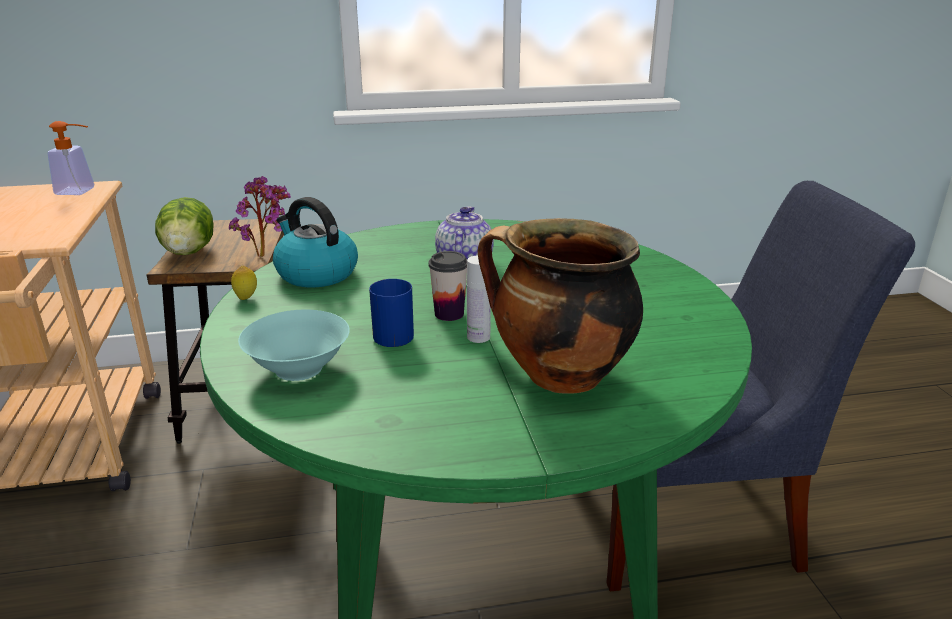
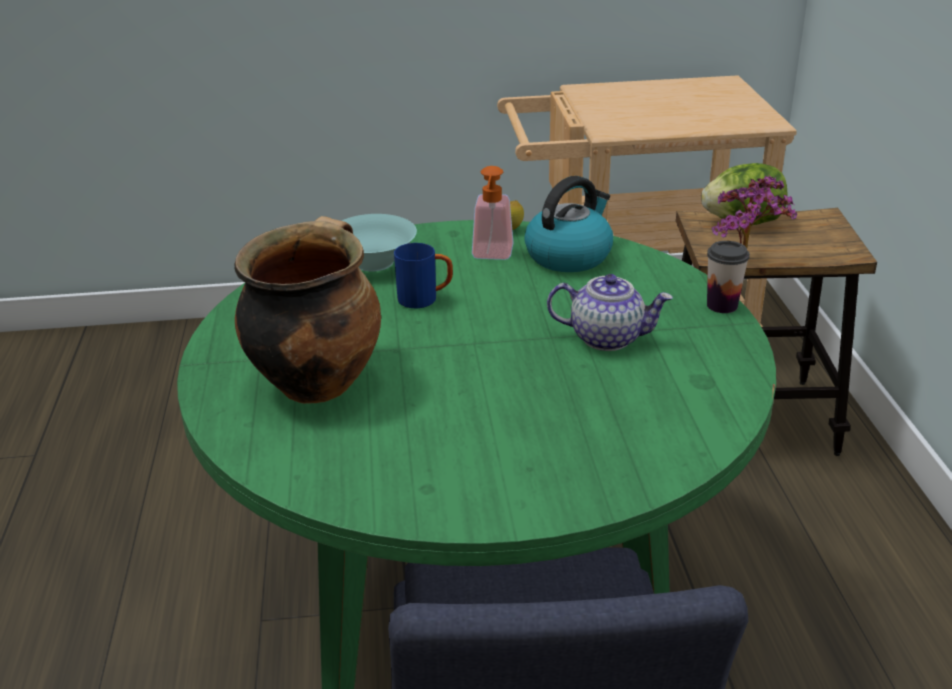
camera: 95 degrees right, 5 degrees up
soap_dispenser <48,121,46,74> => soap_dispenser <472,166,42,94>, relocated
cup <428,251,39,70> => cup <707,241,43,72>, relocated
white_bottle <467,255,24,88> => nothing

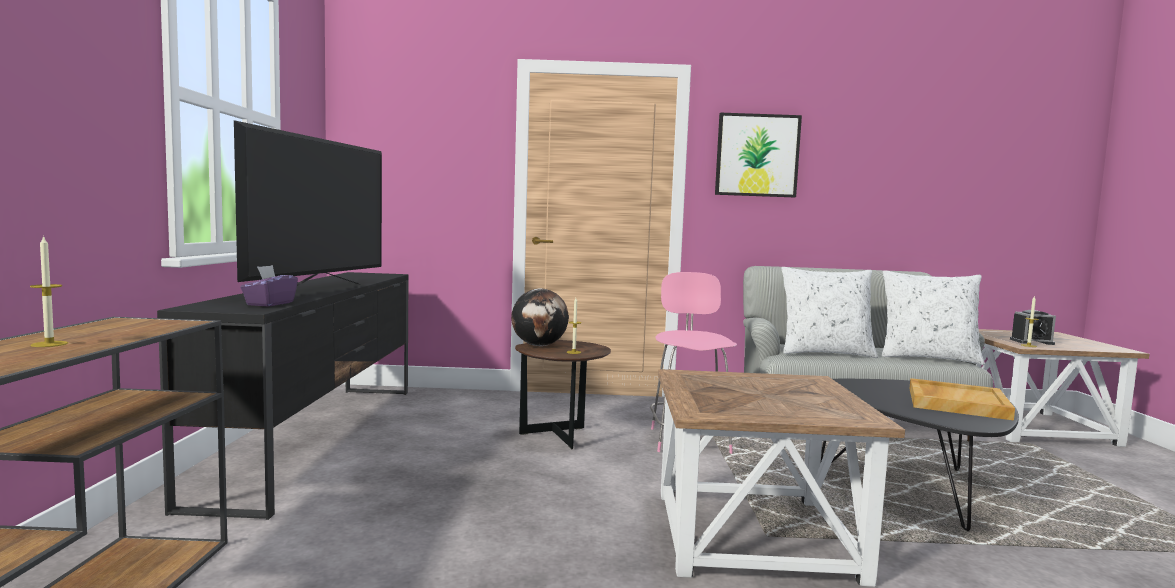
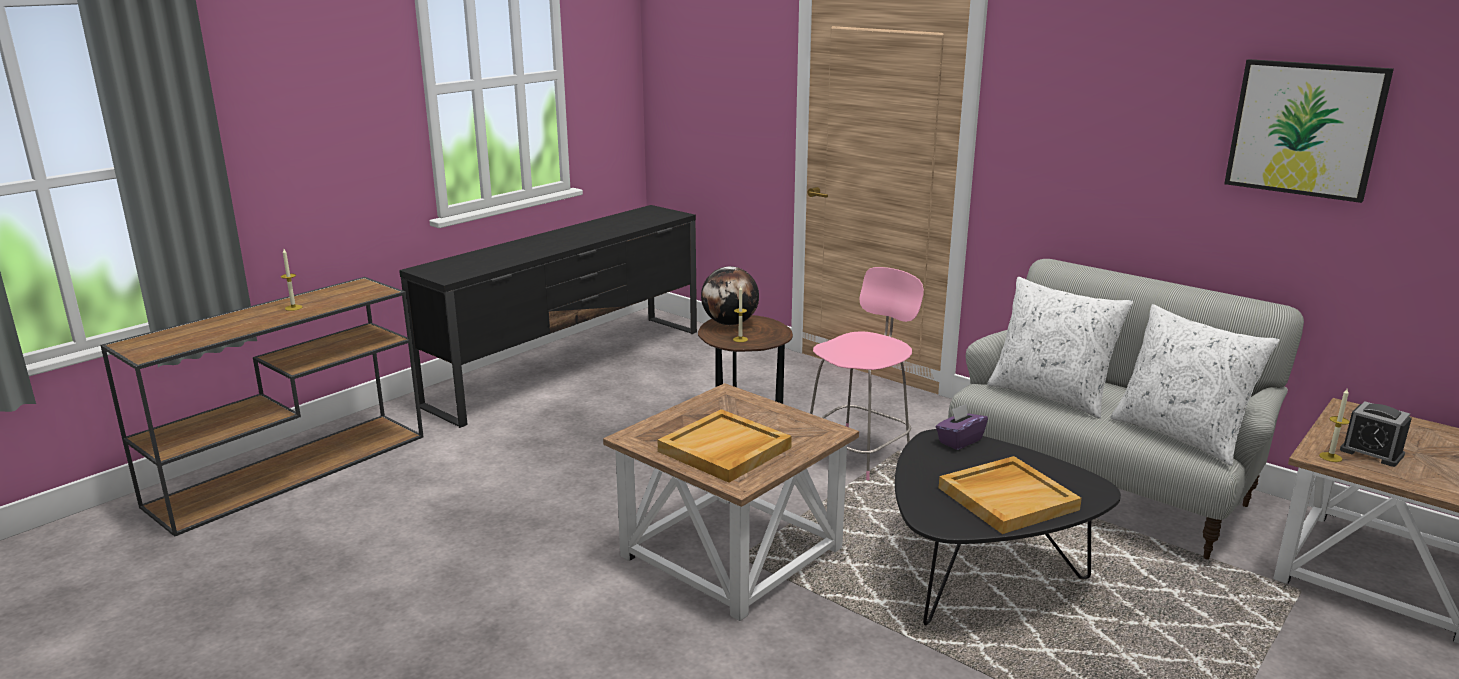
camera: 40 degrees right, 15 degrees up
picture <715,113,87,85> => picture <1224,59,170,144>, relocated
television <234,120,148,166> => nothing
purple_tissue_box <240,265,58,41> => purple_tissue_box <936,404,52,46>, relocated
nothing => beige_tray <658,409,134,74>

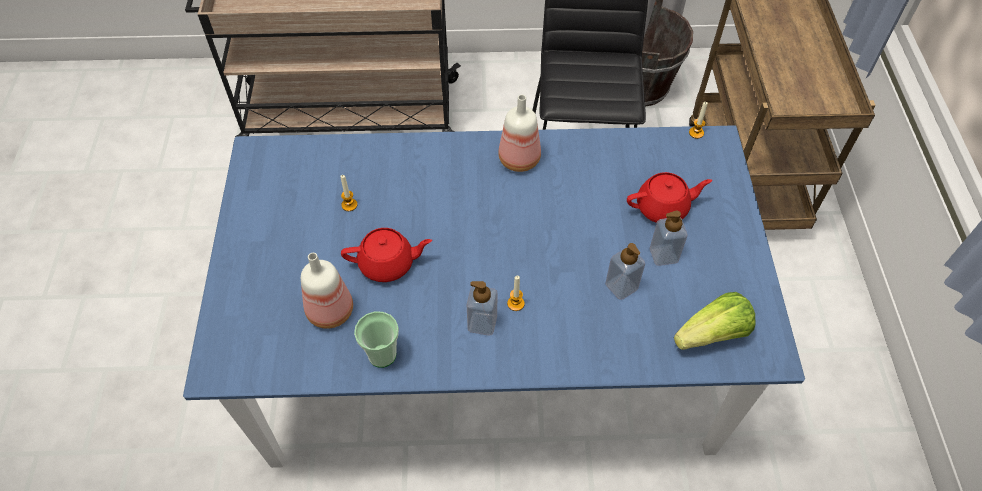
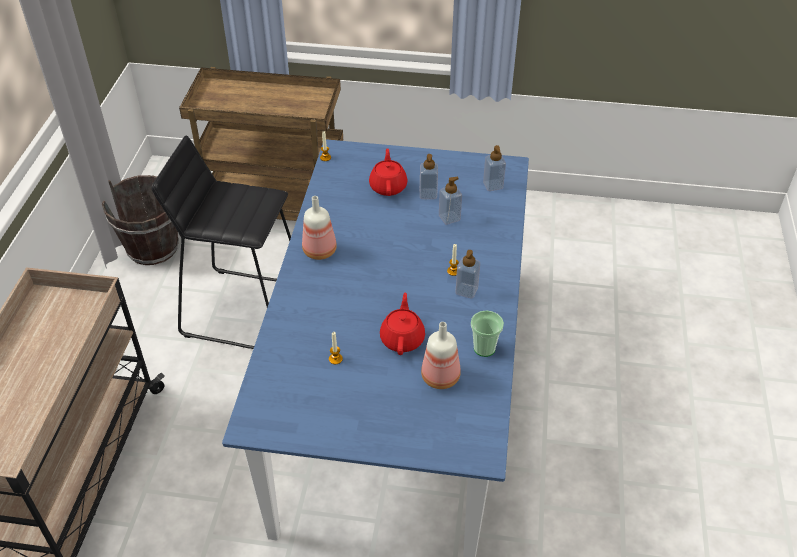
camera: 80 degrees left, 10 degrees down
lettuce <674,292,82,58> => soap_dispenser <483,145,23,46>

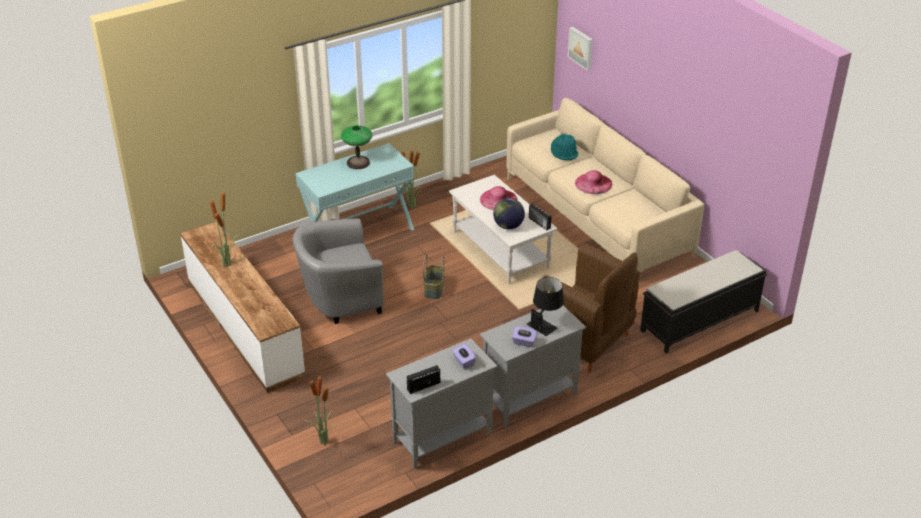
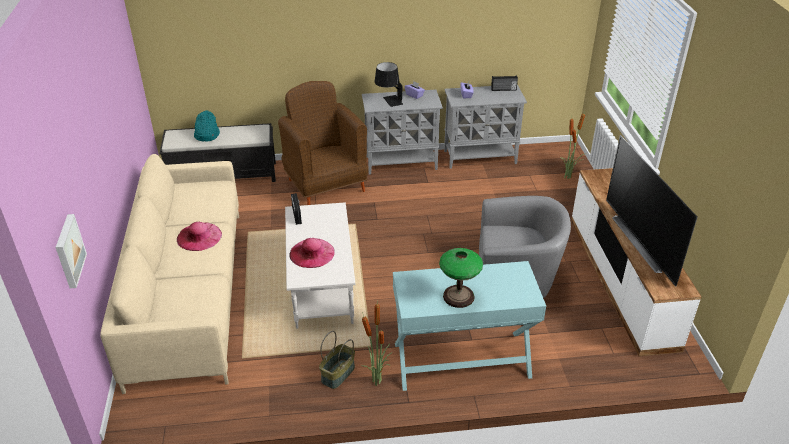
camera: 155 degrees left, 0 degrees up
turquoise_hat <551,133,27,27> => turquoise_hat <194,110,26,31>, relocated
potted_plant <210,192,30,75> => television <606,135,91,152>
globe <493,198,32,31> => nothing
basket <423,255,21,44> => basket <319,331,36,58>, relocated

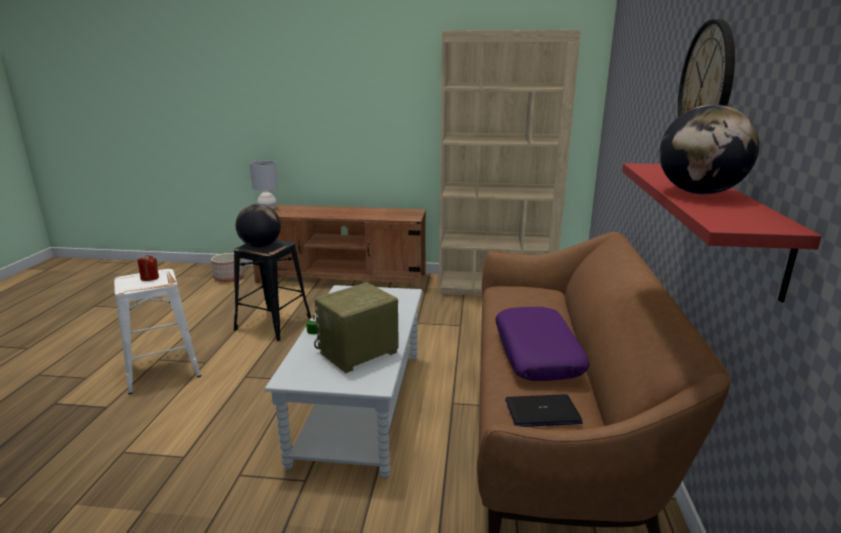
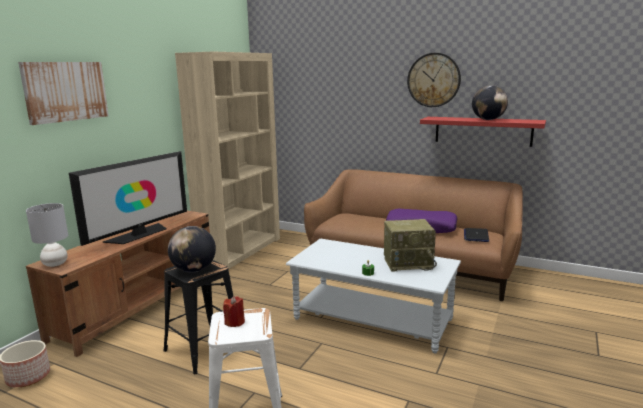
camera: 70 degrees left, 5 degrees down
radio <314,283,85,90> => radio <384,219,53,53>, 75 degrees counterclockwise
nothing => picture <18,62,91,63>
nothing => television <69,151,118,95>

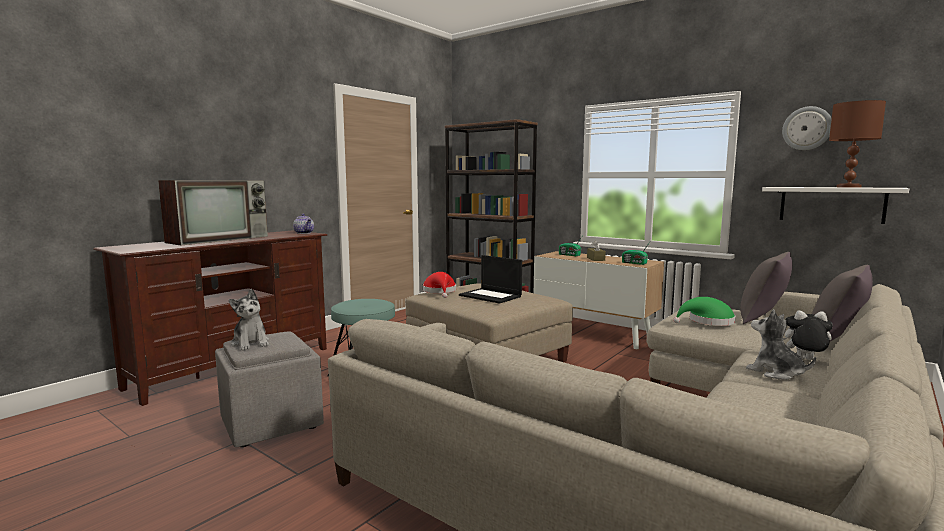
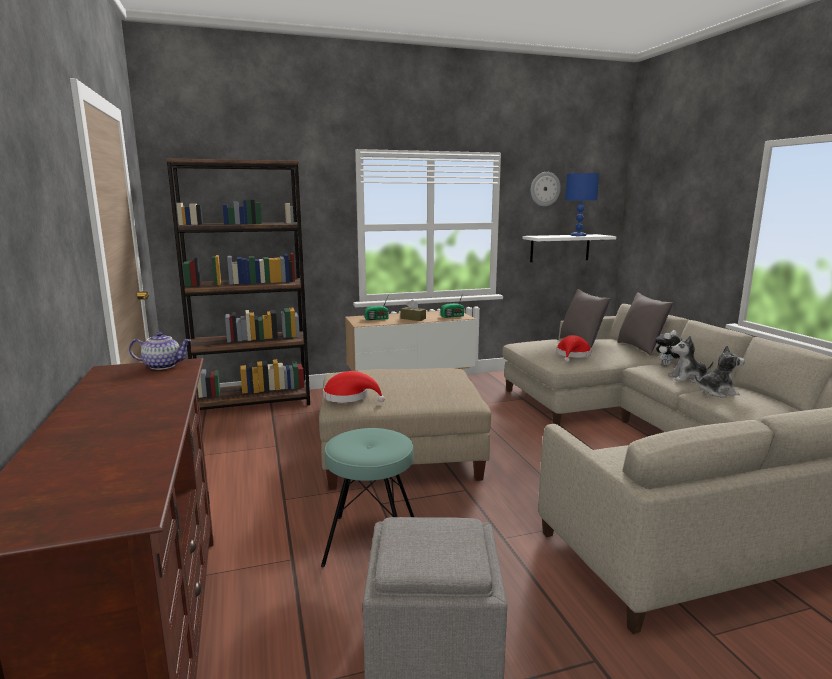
camera: 55 degrees left, 5 degrees up
brown_table_lamp <829,100,57,88> => blue_table_lamp <565,173,34,63>
television <158,180,110,65> => nothing
laptop <459,255,63,49> => nothing
plush_toy <229,289,40,61> => plush_toy <694,345,51,53>, relocated
green_hat <673,297,63,29> => red_hat <556,335,35,28>

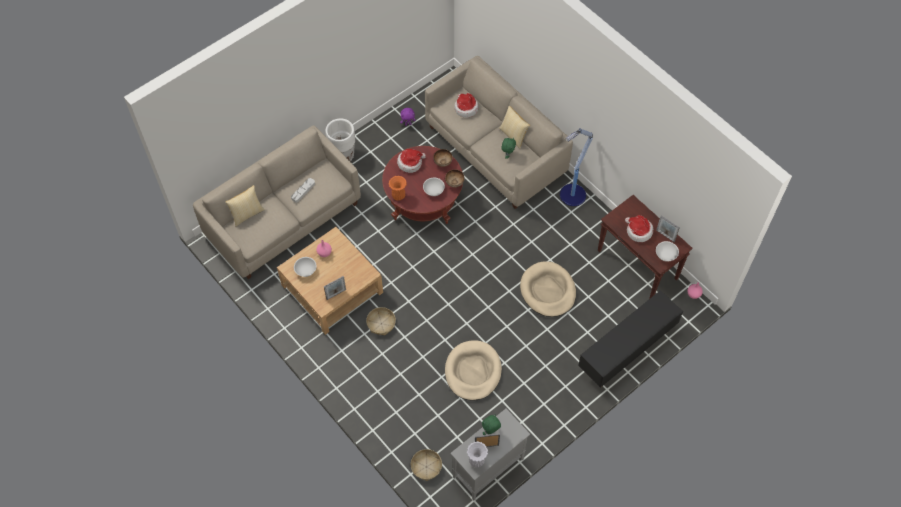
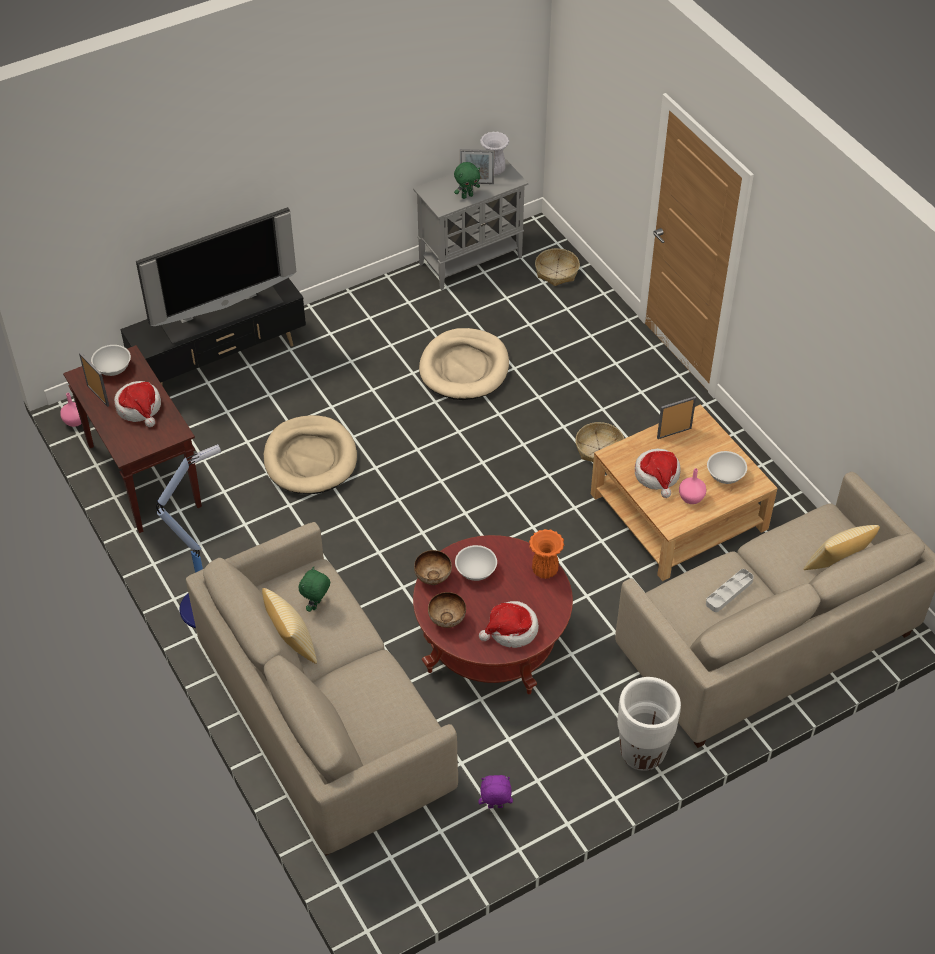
camera: 170 degrees left, 10 degrees down
hat <455,93,24,25> => hat <635,449,46,49>, relocated
nothing => television <136,207,160,137>

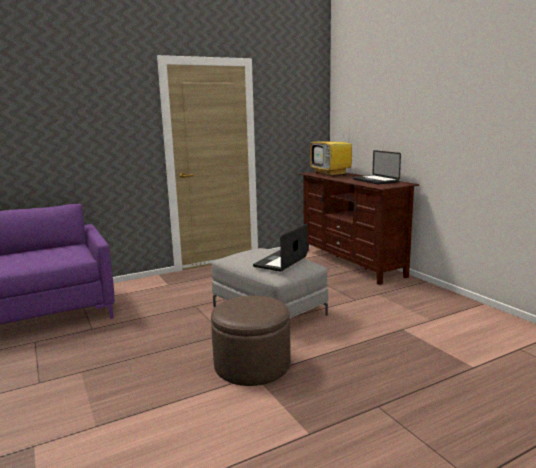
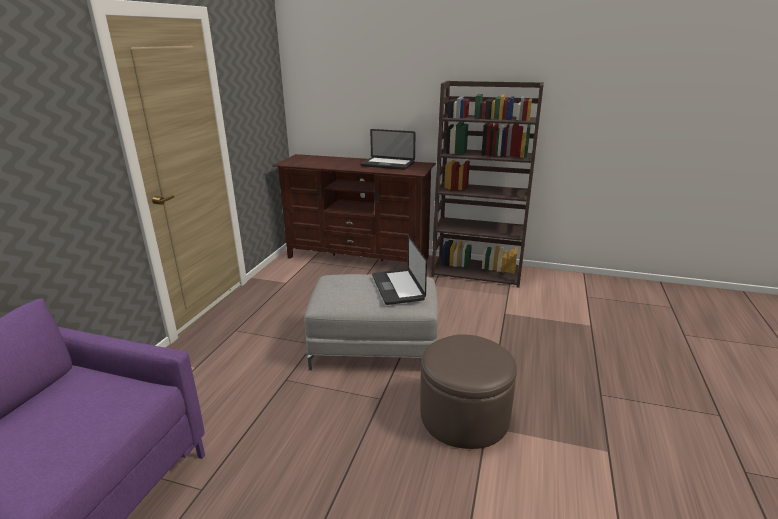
camera: 45 degrees left, 10 degrees up
television <310,127,42,49> => nothing
nothing => brown_bookcase <431,81,113,207>

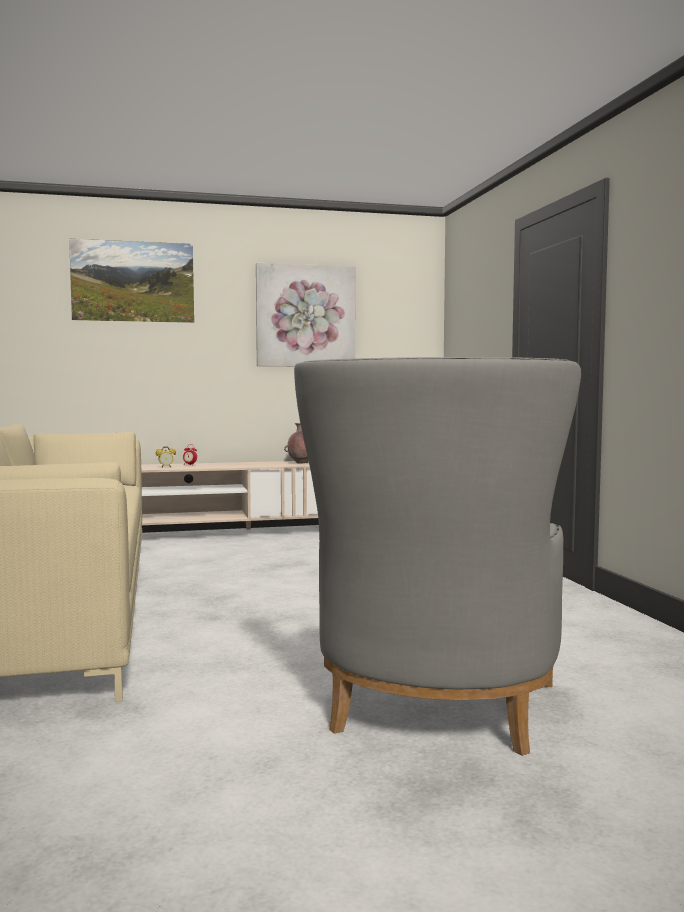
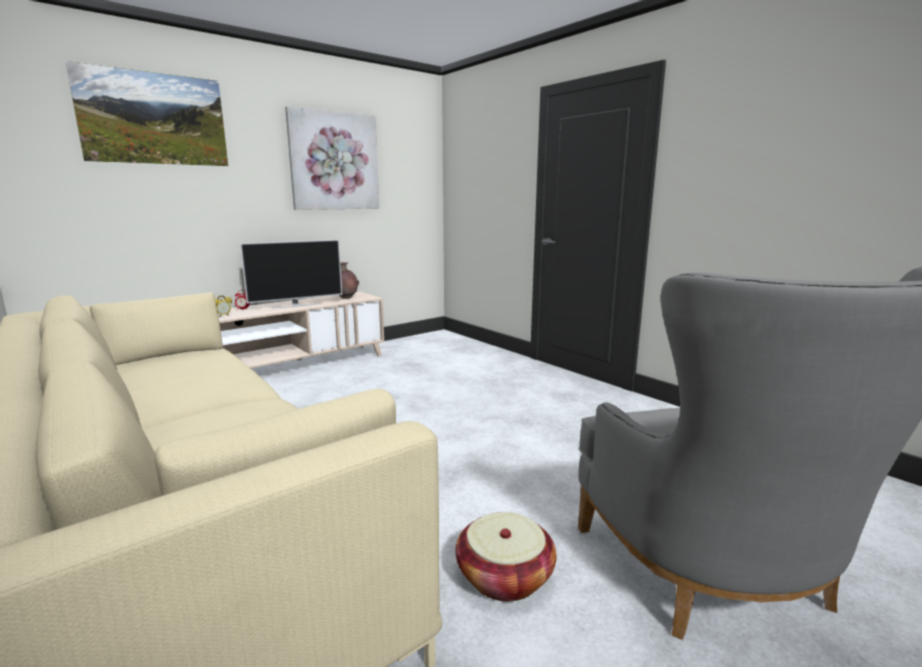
camera: 25 degrees left, 10 degrees up
nothing => television <240,240,102,69>
nothing => basket <456,512,100,89>

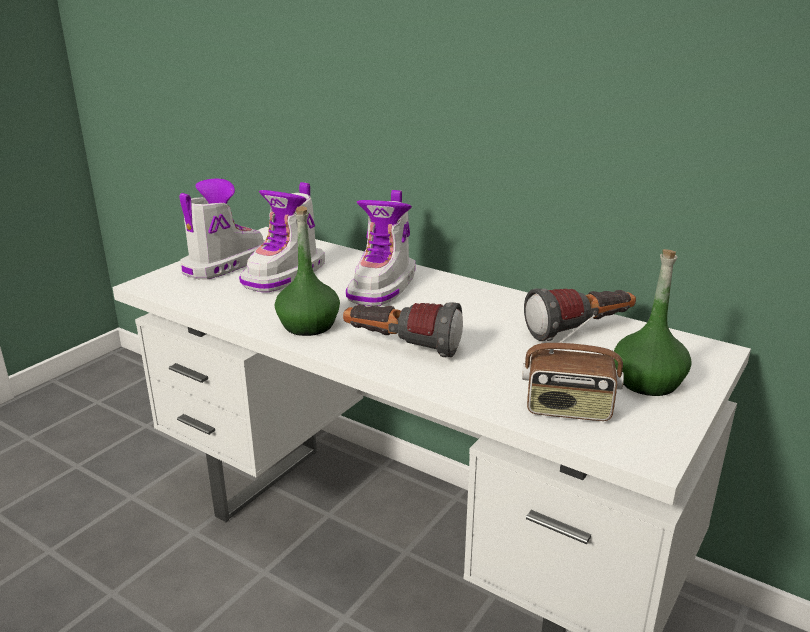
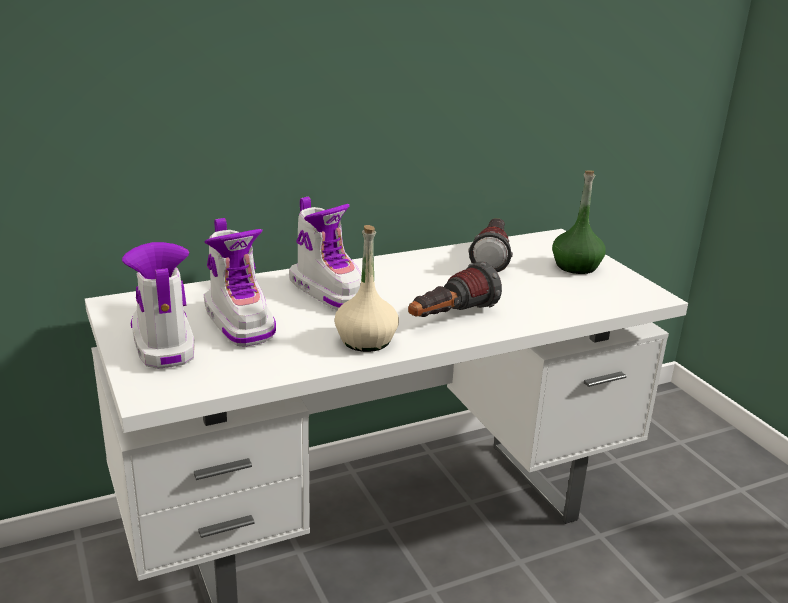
camera: 60 degrees left, 0 degrees up
green_bottle <275,206,65,130> => beige_bottle <334,225,65,127>
radio <522,315,102,106> => nothing

